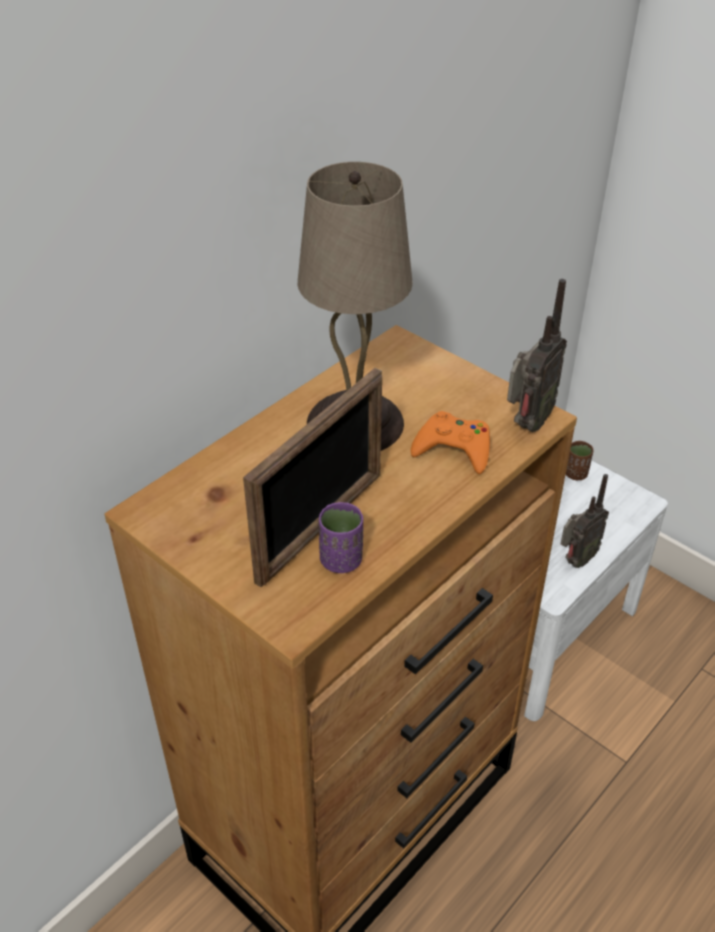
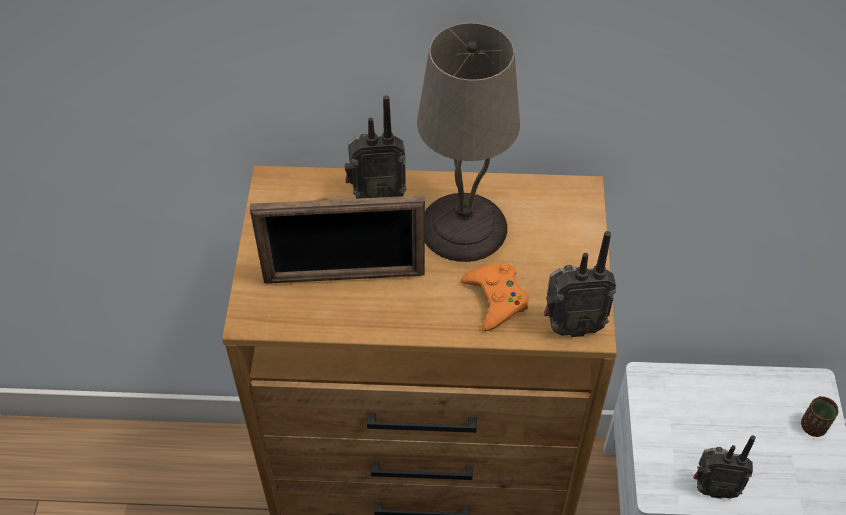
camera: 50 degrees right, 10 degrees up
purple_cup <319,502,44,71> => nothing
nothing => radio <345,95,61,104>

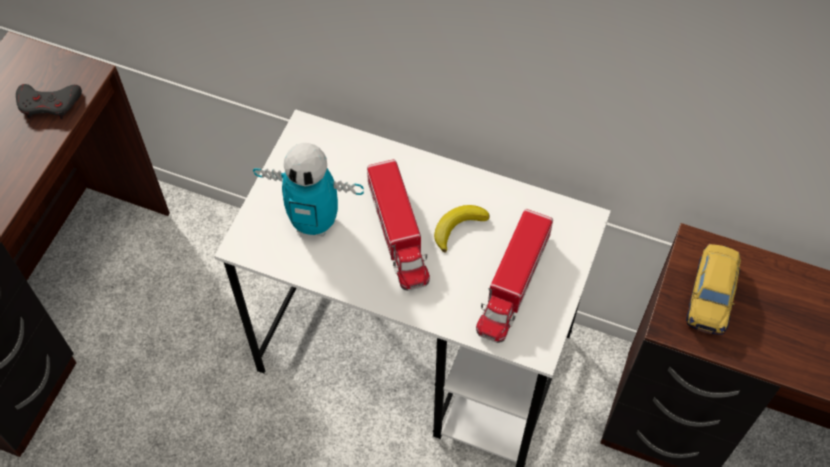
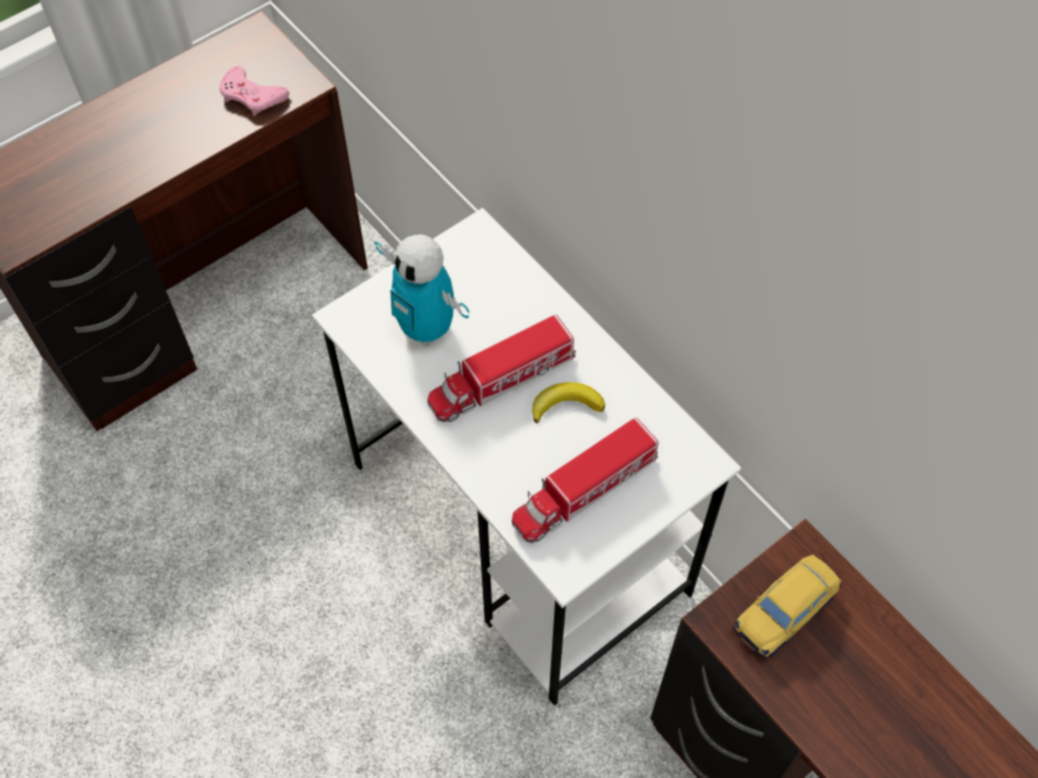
camera: 30 degrees right, 0 degrees up
grey_game_controller <16,84,66,35> => pink_game_controller <220,66,69,50>
toy_truck <367,159,63,132> => toy_truck <427,315,149,107>, 45 degrees clockwise

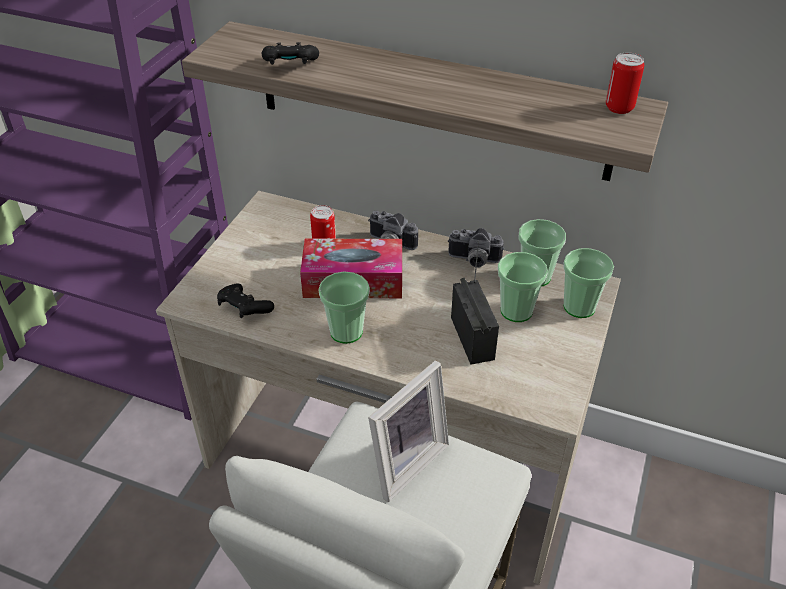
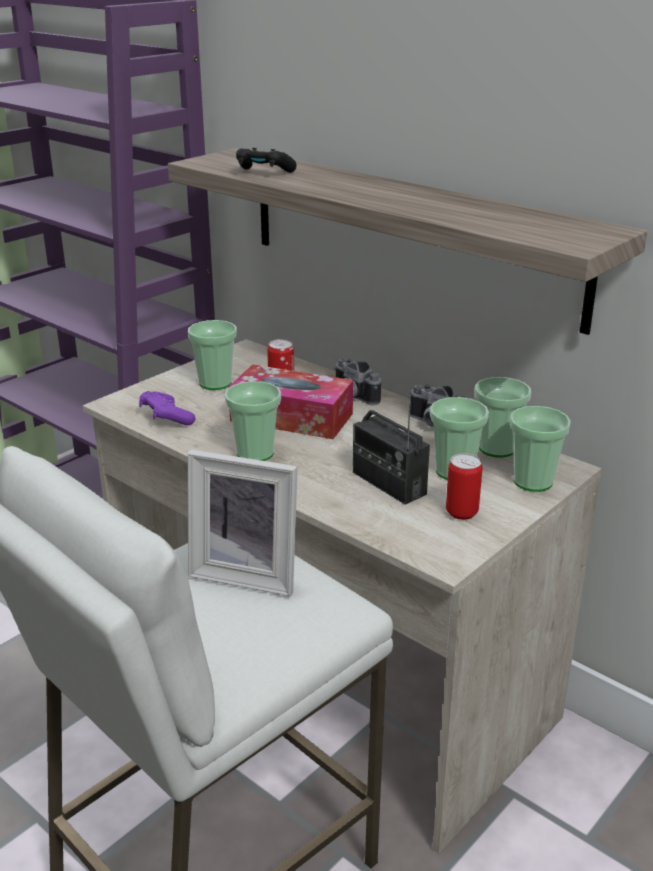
camera: 20 degrees right, 15 degrees down
can <606,52,38,62> => can <446,453,36,67>, relocated
radio <451,241,48,123> => radio <353,391,77,113>, 135 degrees clockwise
black_game_controller <217,283,57,35> => purple_game_controller <139,391,56,34>
picture_frame <368,360,81,142> => picture_frame <188,450,110,146>, 45 degrees clockwise
nothing => cup <188,320,49,70>

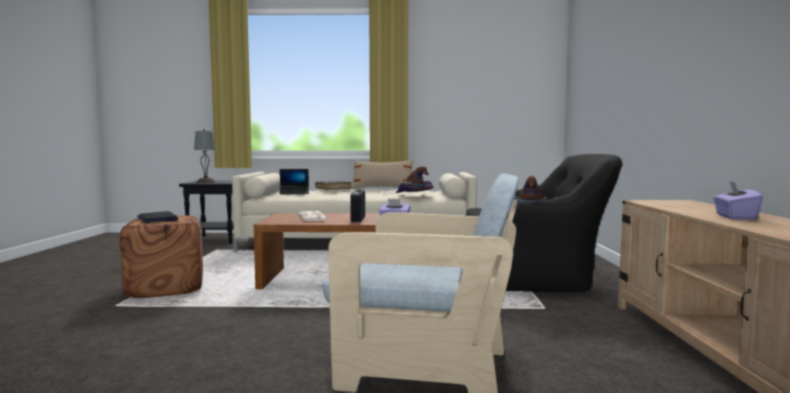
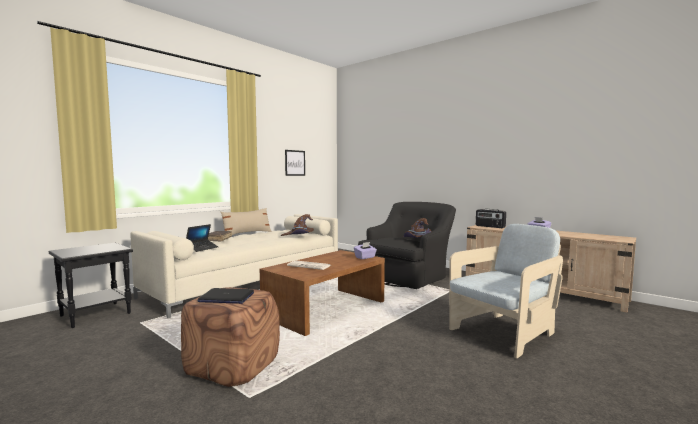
camera: 50 degrees left, 0 degrees up
grey_table_lamp <194,129,22,54> => nothing
radio <350,189,15,34> => radio <476,209,30,19>, relocated
nothing => picture <285,150,20,26>

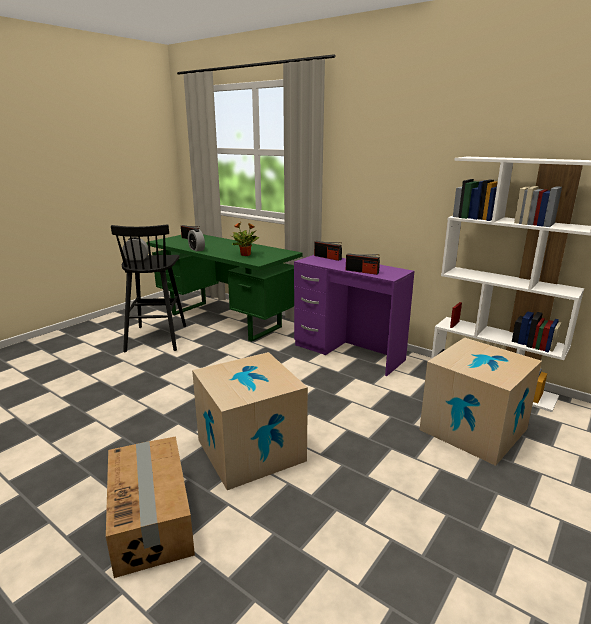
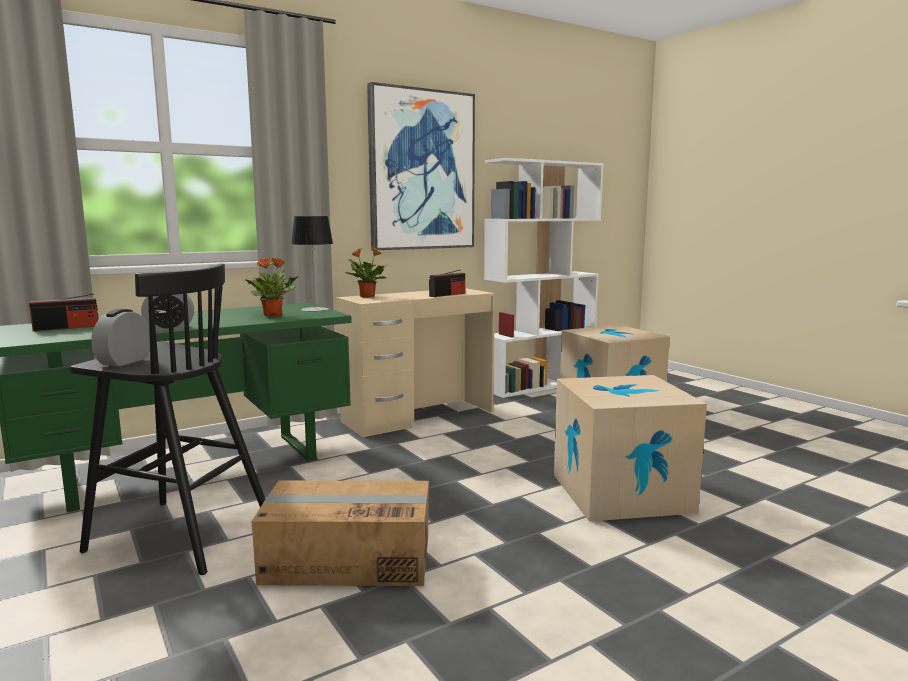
camera: 70 degrees left, 10 degrees down
radio <314,241,28,20> => potted_plant <345,247,43,50>
purple_desk <294,255,120,121> => beige_desk <336,288,159,150>
cardboard_box <106,436,89,142> => cardboard_box <251,480,178,106>, relocated
nothing => picture <367,82,108,168>
nothing => table_lamp <291,216,42,96>

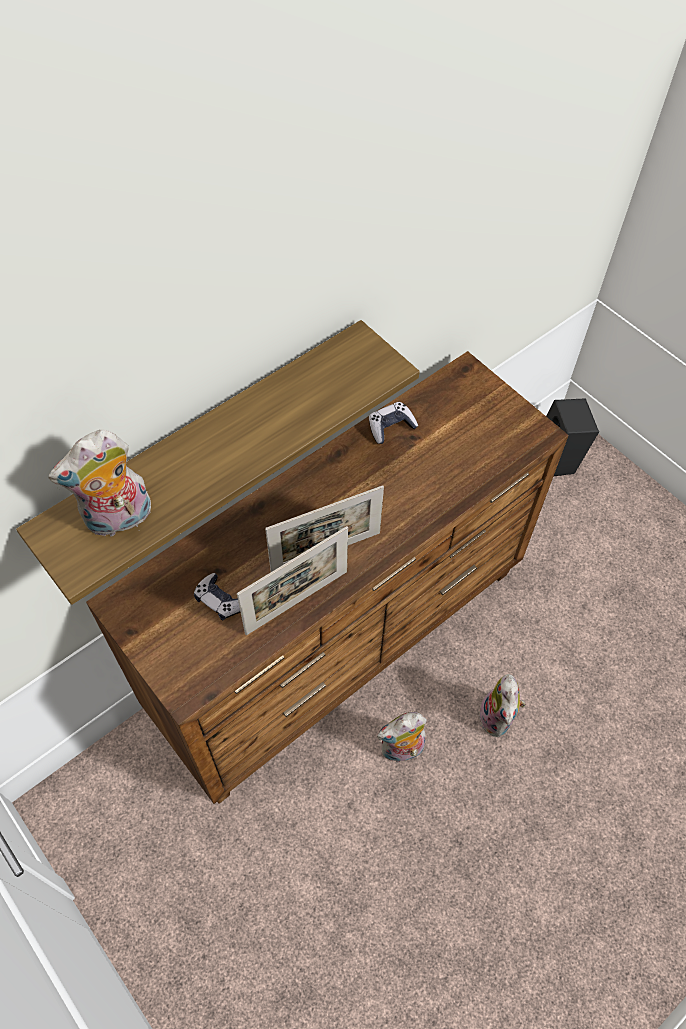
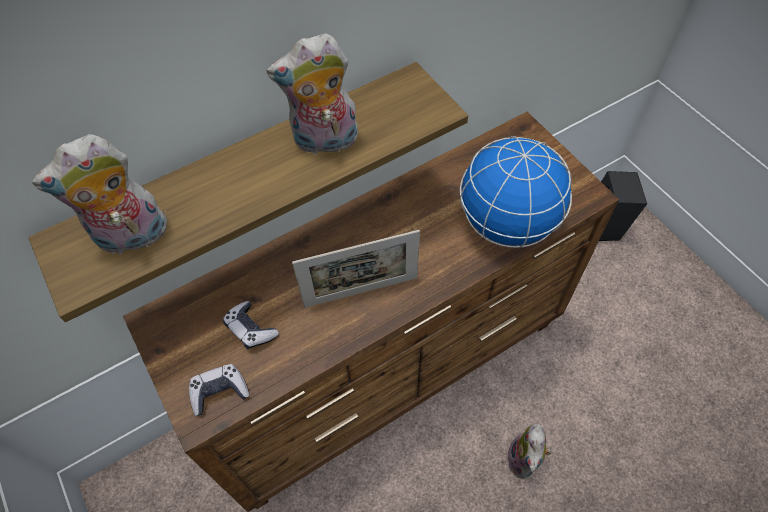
camera: 10 degrees right, 0 degrees up
game_controller <369,402,49,42> => game_controller <189,364,60,52>, relocated
picture_frame <237,526,111,109> => nothing
plush_toy <377,712,50,50> => plush_toy <266,33,92,123>, relocated
nothing => globe <460,136,112,112>

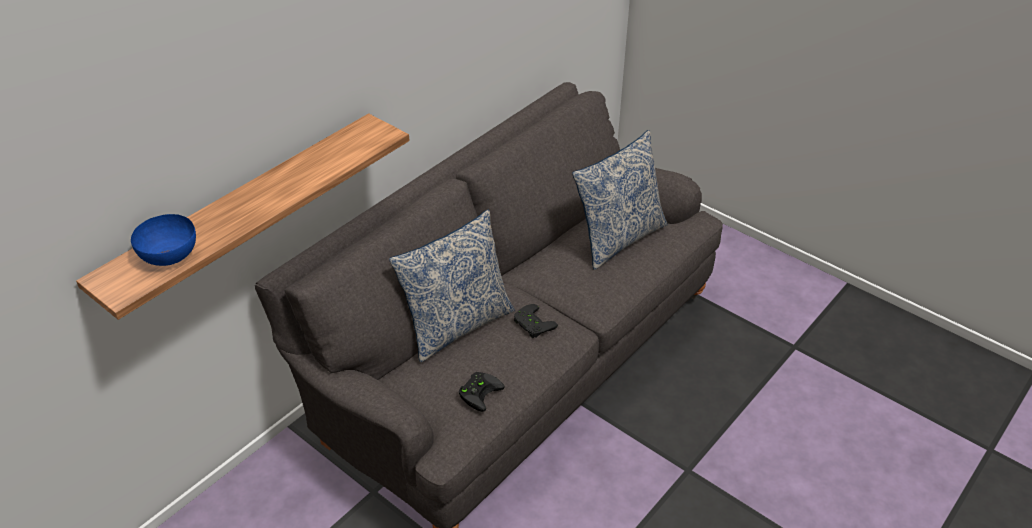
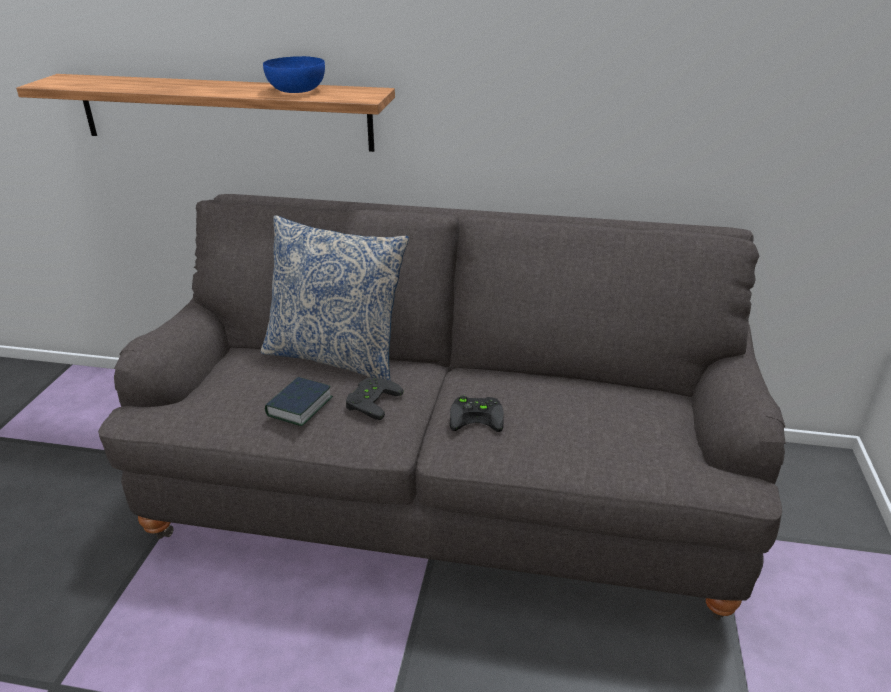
camera: 60 degrees right, 10 degrees down
pillow <572,130,96,140> => nothing
blue_bowl <131,214,65,52> => blue_bowl <263,56,62,37>, relocated
black_game_controller <459,372,46,40> => black_game_controller <450,396,54,36>, relocated
nothing => book <265,377,68,49>

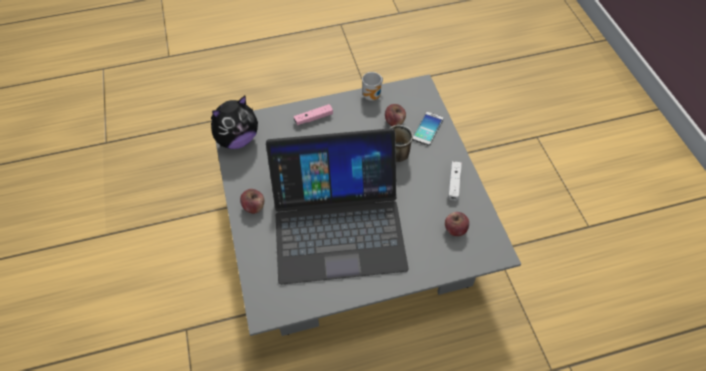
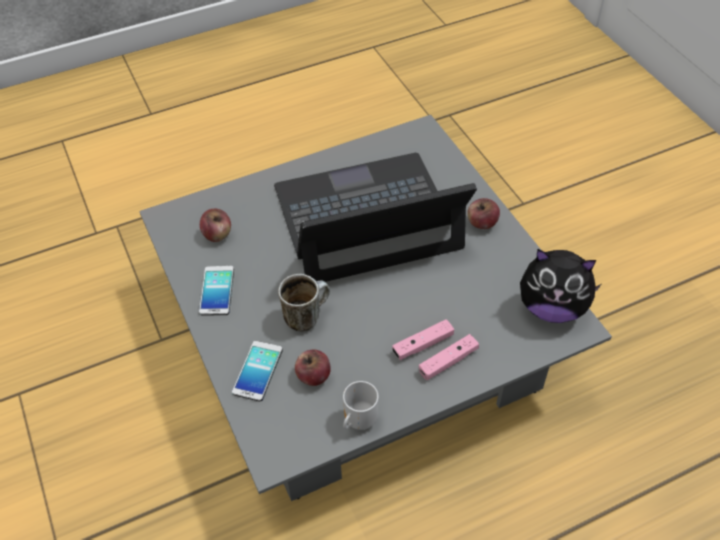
camera: 170 degrees right, 5 degrees down
plush_toy <211,96,47,53> => plush_toy <520,249,81,74>, 120 degrees counterclockwise
white_game_controller <448,161,14,40> => phone <199,266,35,50>
nothing => pink_game_controller <392,319,62,41>

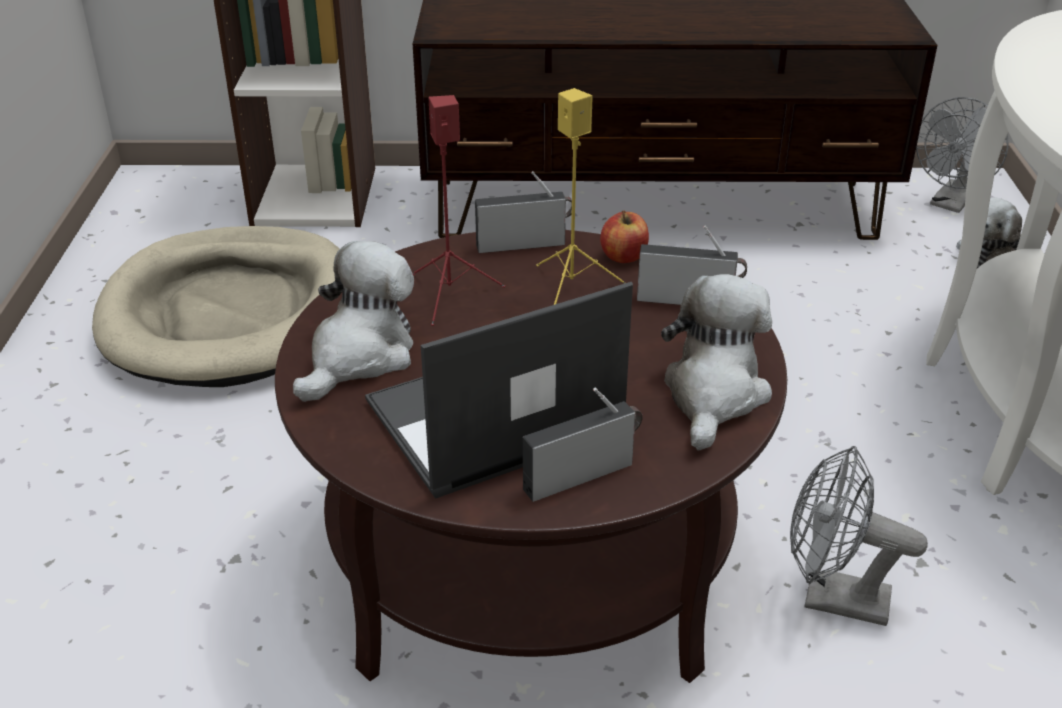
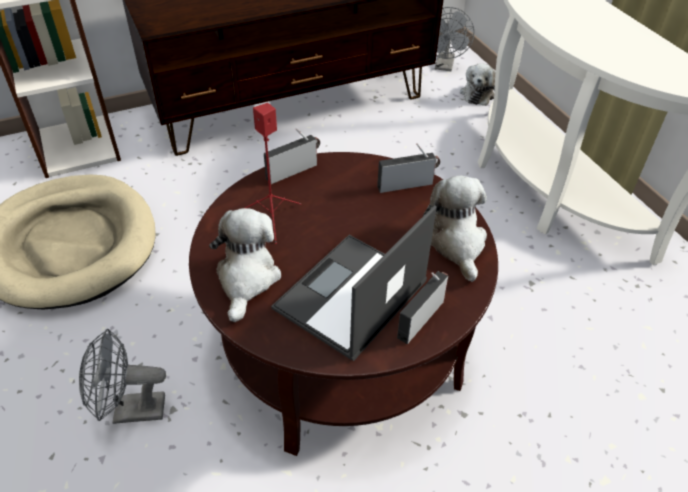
camera: 25 degrees left, 10 degrees up
yellow_speaker <536,88,89,217> => nothing
apple <600,210,49,53> => nothing
grey_fan <790,446,138,180> => grey_fan <79,329,87,95>, relocated

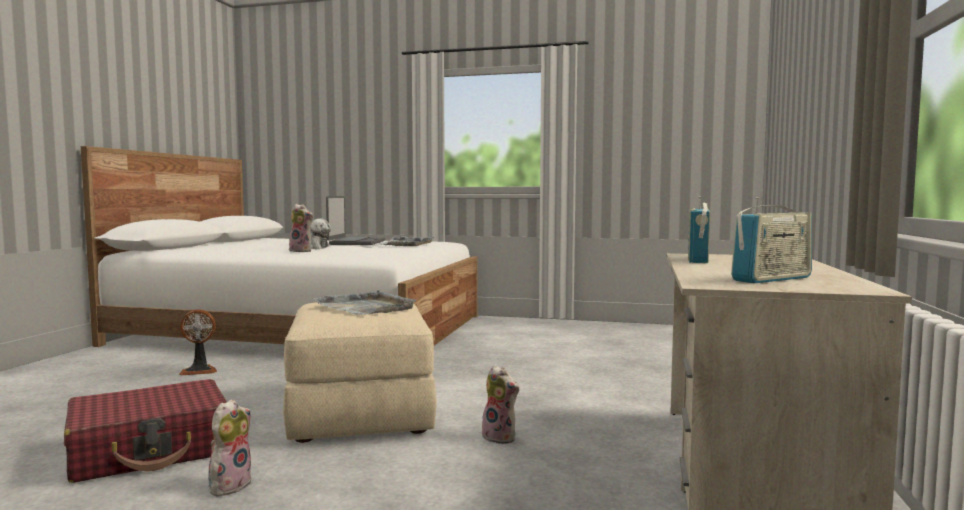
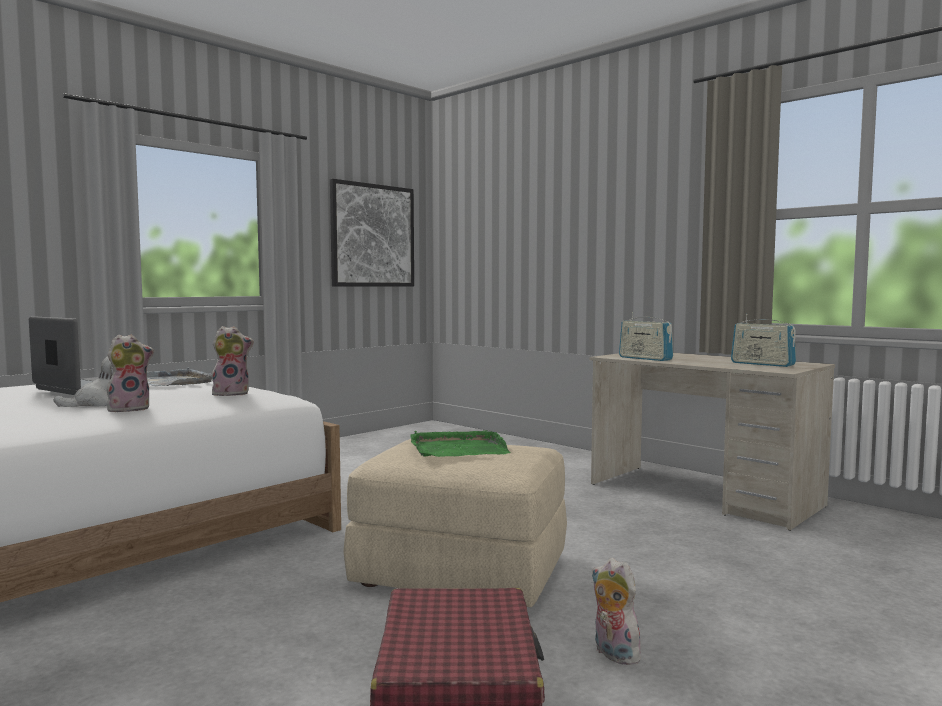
camera: 60 degrees left, 0 degrees up
radio <731,197,81,86> => radio <731,314,65,53>, 135 degrees clockwise
grey_tray <314,290,102,25> => green_tray <410,430,101,27>
fan <179,309,38,66> => nothing
plush_toy <482,365,37,79> => plush_toy <212,326,42,70>, relocated
nothing => picture <330,179,84,107>

